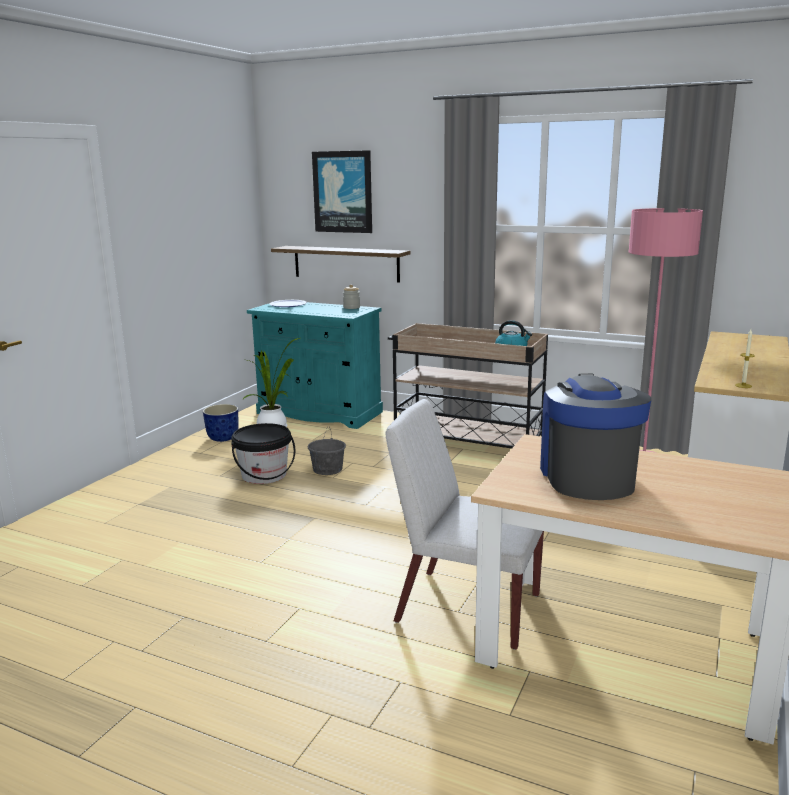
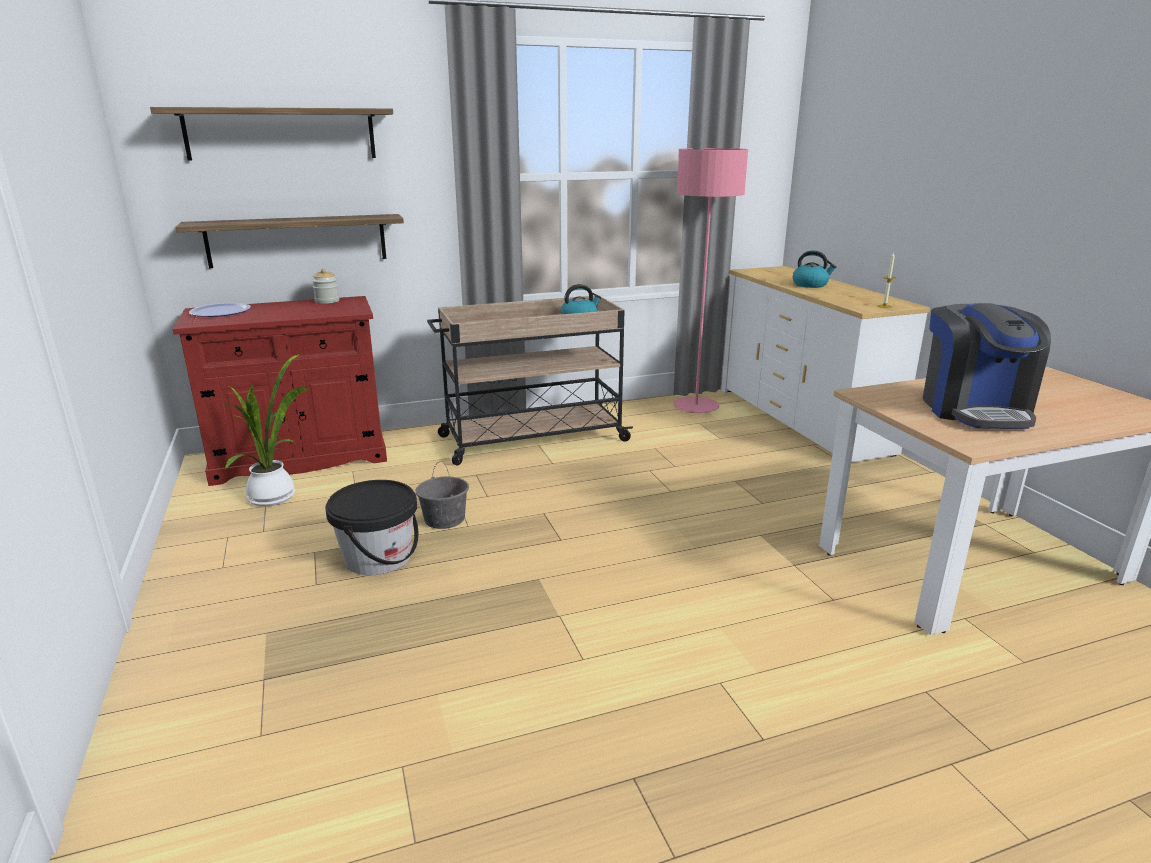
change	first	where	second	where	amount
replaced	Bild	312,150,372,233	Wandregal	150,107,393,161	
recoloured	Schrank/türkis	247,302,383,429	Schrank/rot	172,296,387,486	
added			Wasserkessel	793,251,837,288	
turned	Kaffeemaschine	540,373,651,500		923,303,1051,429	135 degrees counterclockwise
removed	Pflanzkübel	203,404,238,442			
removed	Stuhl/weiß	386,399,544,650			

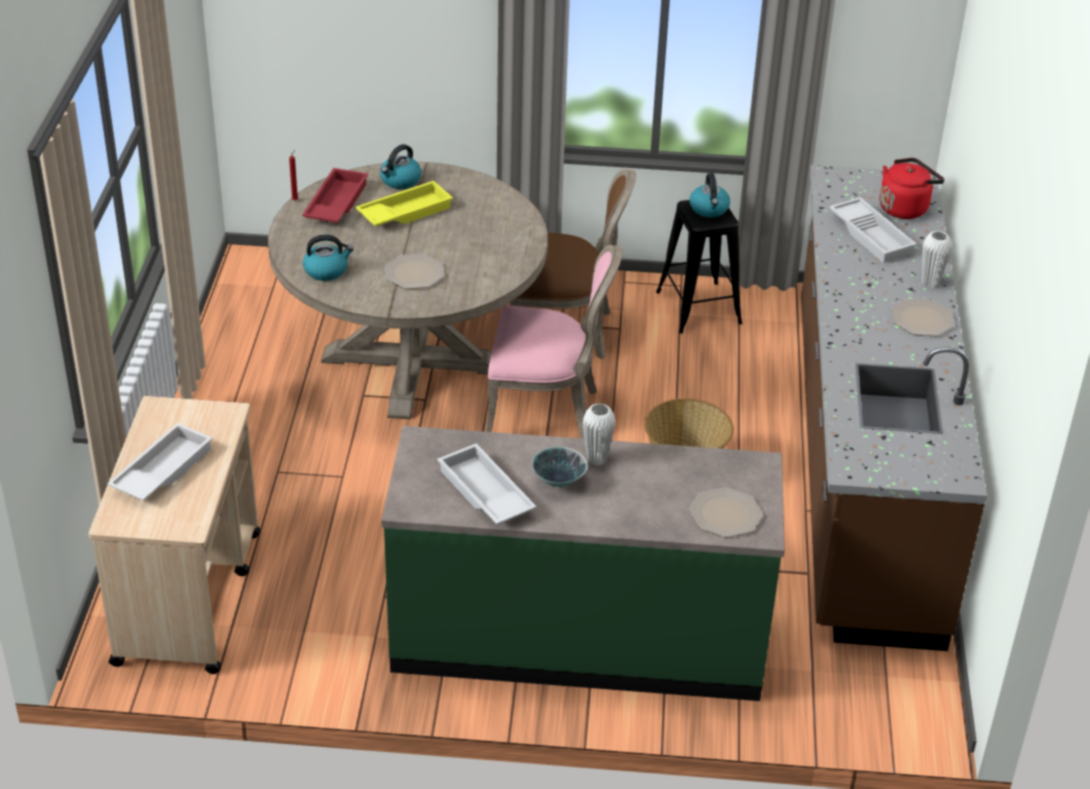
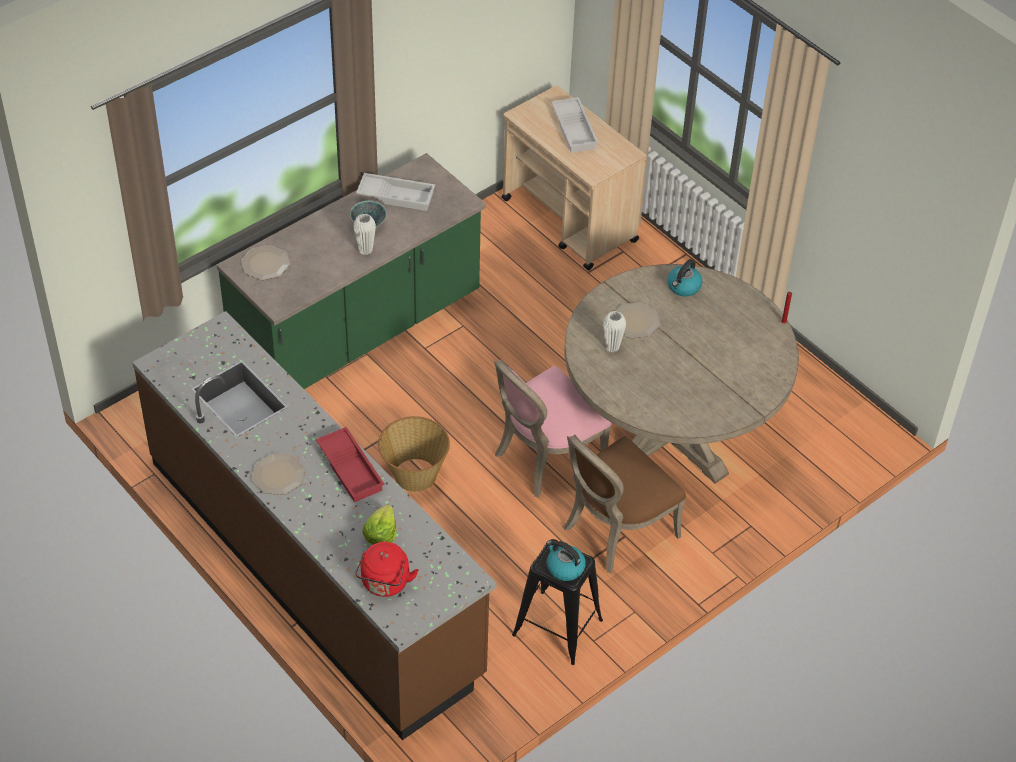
change	first	where	second	where	amount
moved	Tablett/rot	302,168,368,223		315,427,385,502	
replaced	Tablett/weiß	829,197,917,263	Salatkopf	362,505,396,545	
moved	Vase/weiß	922,231,952,288		603,311,626,352	
removed	Tablett/gelb	355,181,453,226			
removed	Wasserkessel	380,144,421,189			

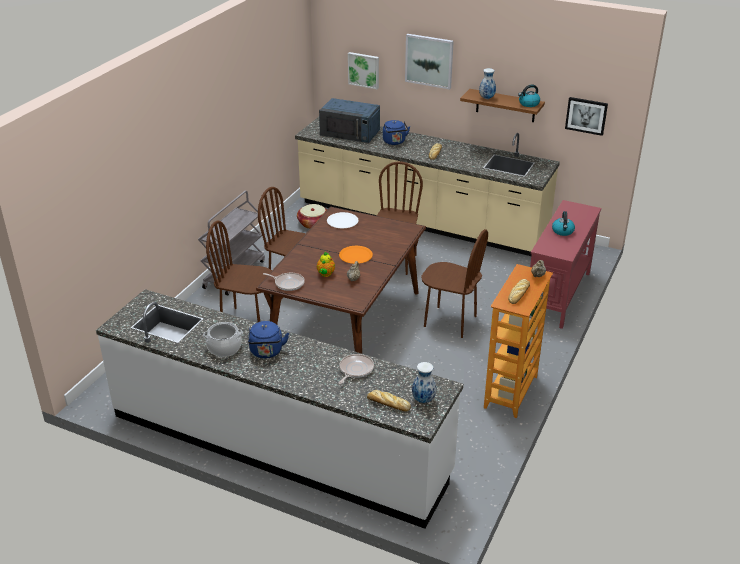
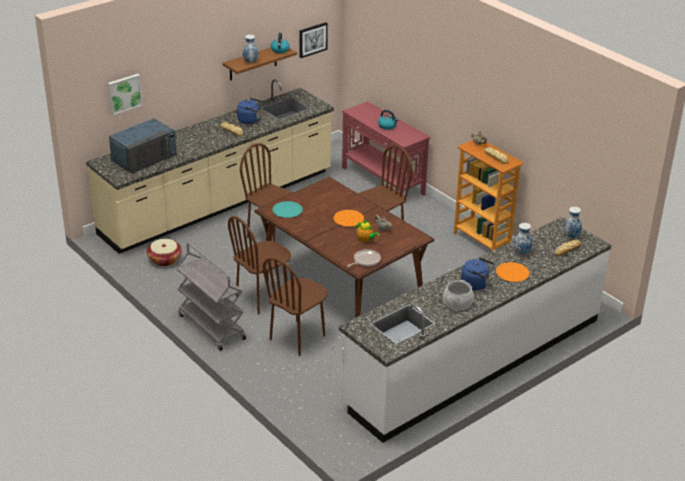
change	first	where	second	where	amount
moved	Wasserkessel/blau	383,120,410,145		237,98,262,124	
recoloured	Teller/weiß	327,212,359,228	Teller/türkis	272,201,303,218	
added			Teller/orange	496,262,529,282	
replaced	Pfanne	338,354,374,384	Vase	514,223,532,254	
removed	Bild	405,34,454,90			

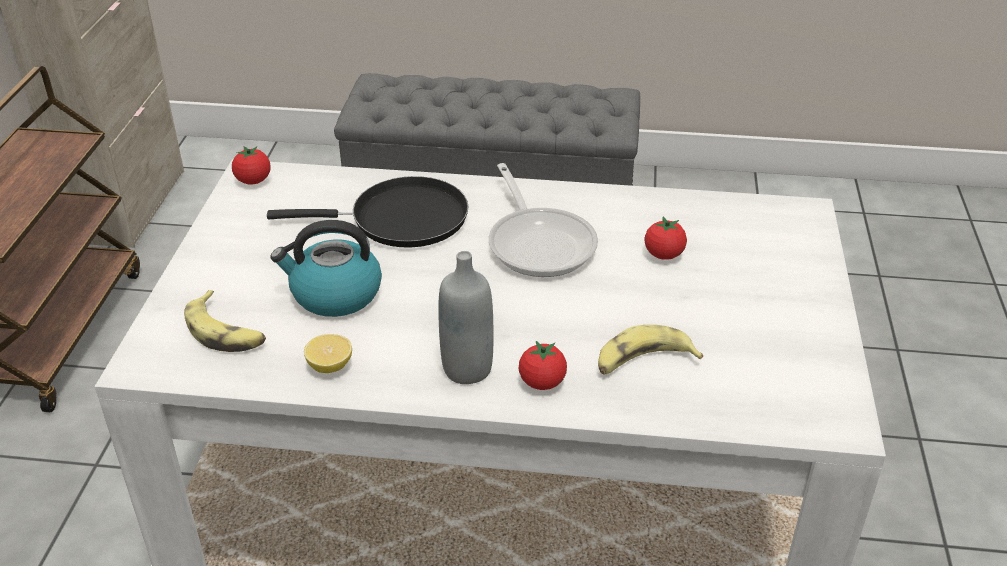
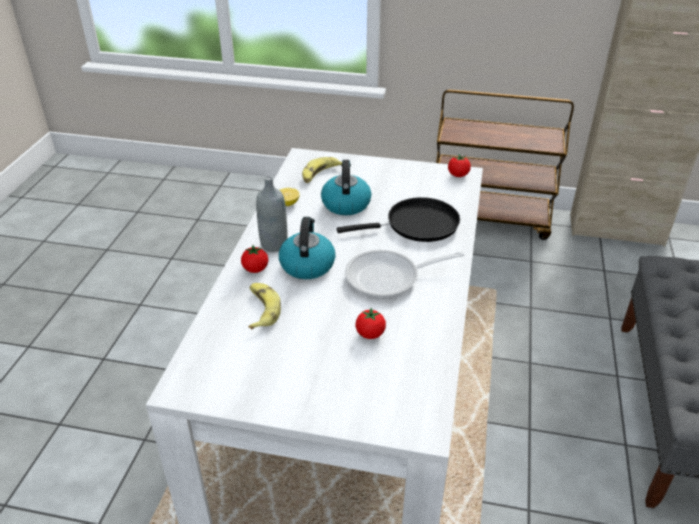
change	first	where	second	where	amount
added			Wasserkessel	279,217,336,279	
turned	Pfanne/schwarz	267,176,468,248		337,197,460,242	105 degrees counterclockwise

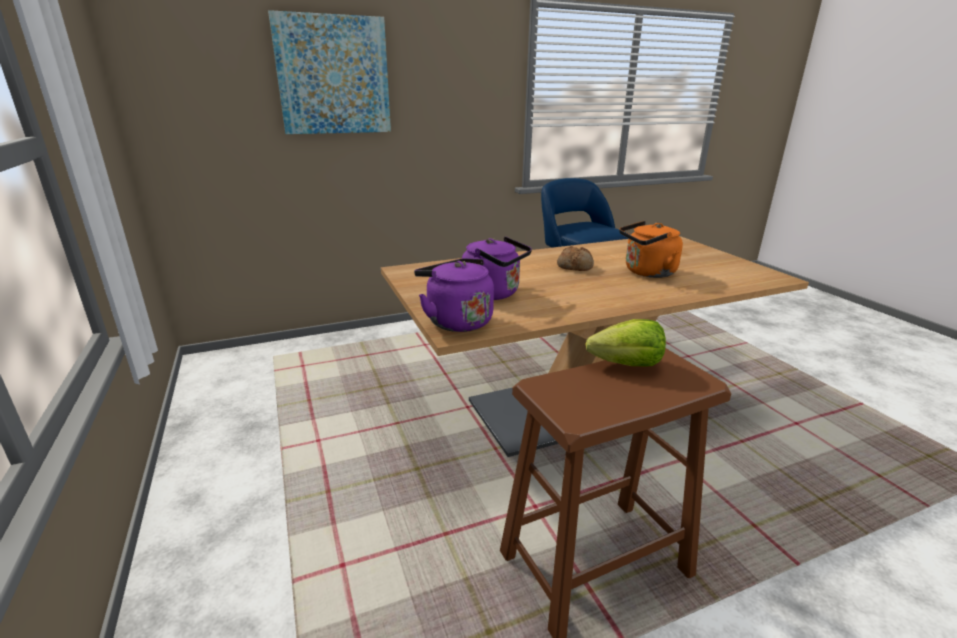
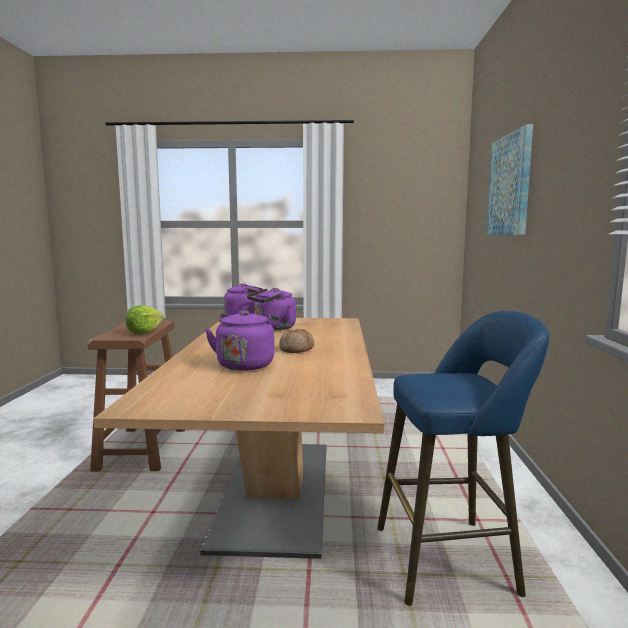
change	first	where	second	where	amount
recoloured	Wasserkessel/orange	619,221,683,278	Wasserkessel/lila	205,310,279,371	

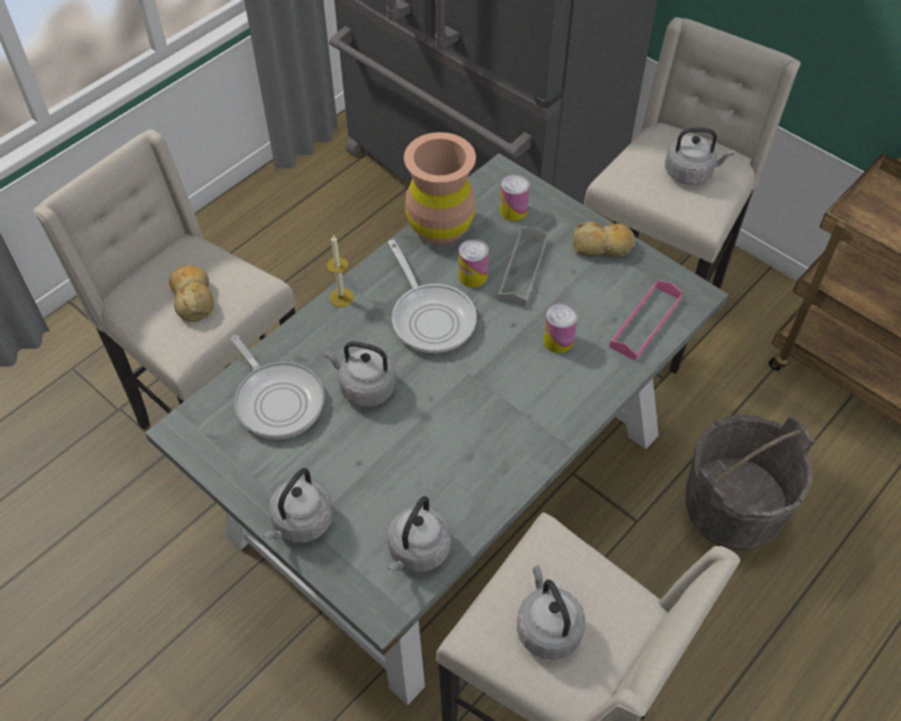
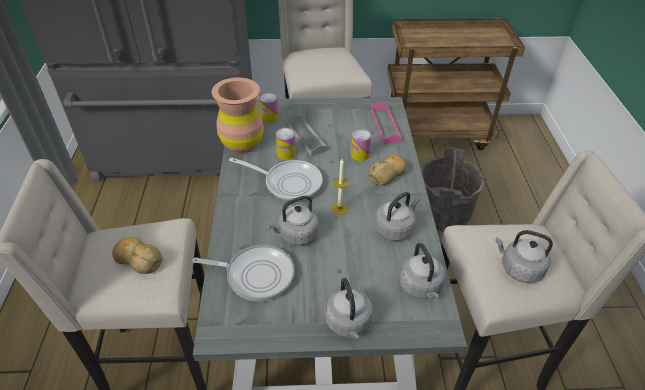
change	first	where	second	where	amount
moved	Kerze	326,234,354,307		331,159,349,215	
moved	Brot	573,222,635,257		368,154,406,185	
moved	Wasserkessel/grau	665,127,734,185		374,192,420,241	

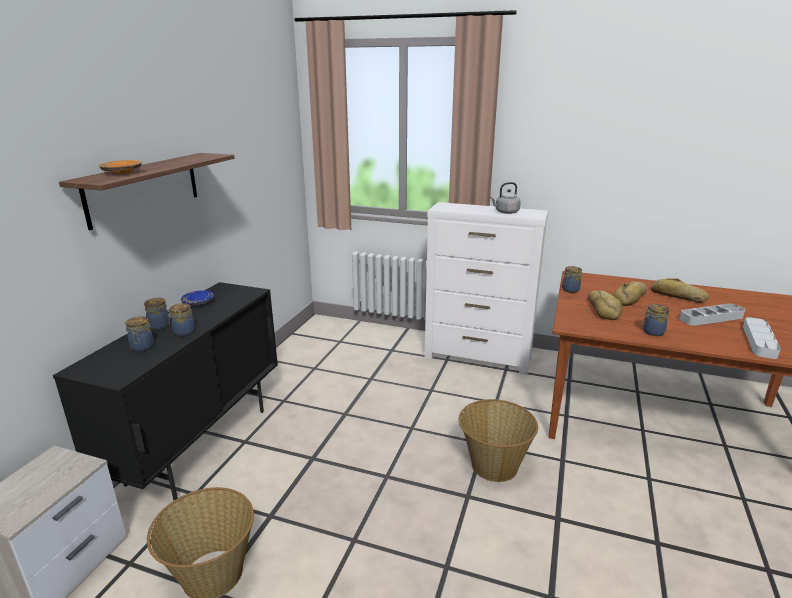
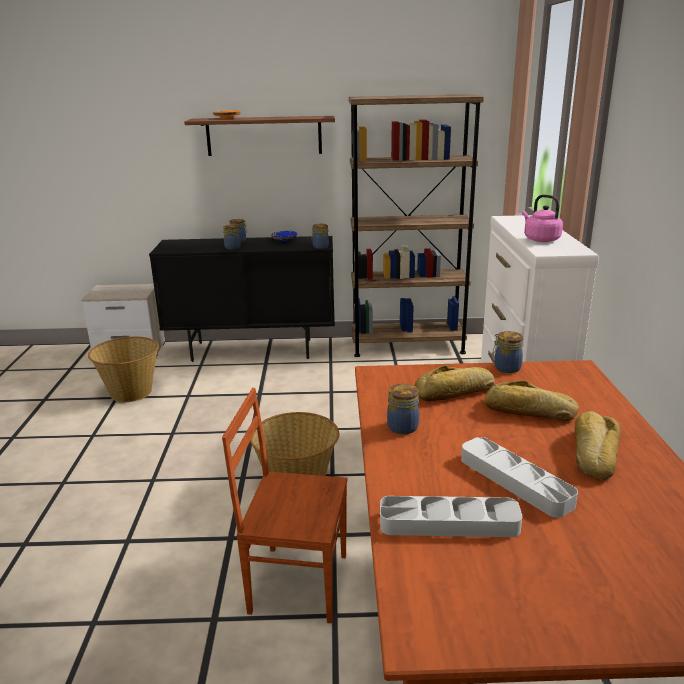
change	first	where	second	where	amount
added			Stuhl/braun	222,388,347,623	
moved	Vorratsglas	125,316,154,352		311,224,329,249	
added			Bücherregal/braun	349,94,484,357	
recoloured	Wasserkessel/grau	490,182,521,214	Wasserkessel/rosa	522,195,563,242	

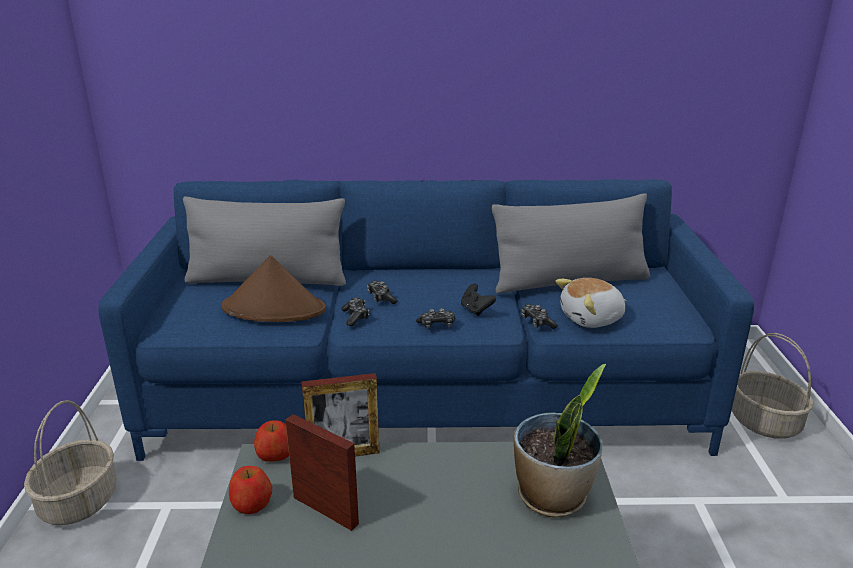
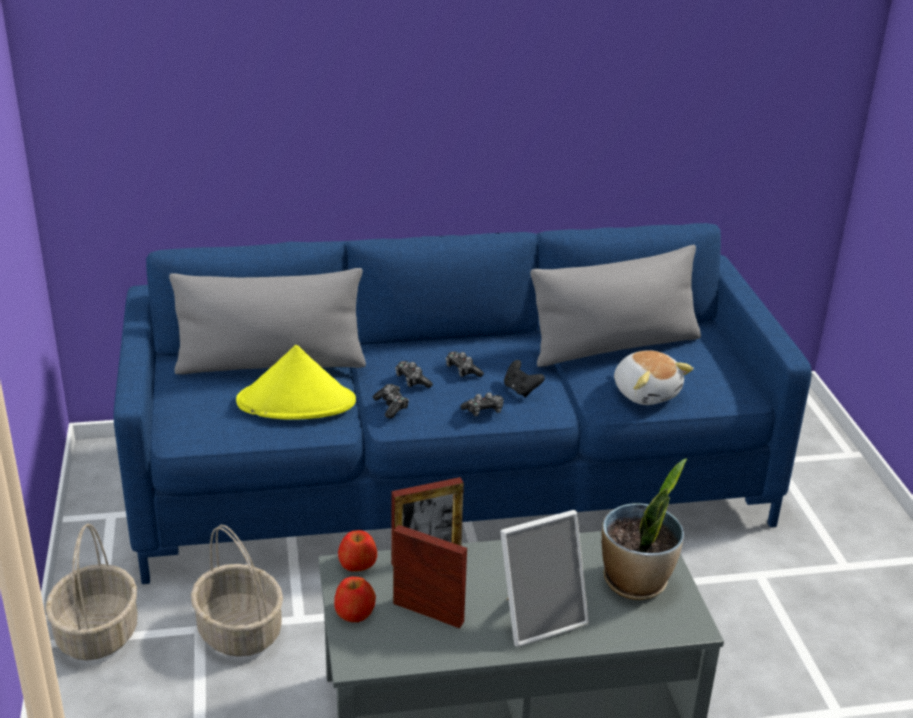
change	first	where	second	where	amount
moved	Korb	732,333,813,439		191,525,283,657	
recoloured	Hut/braun	221,255,326,322	Hut/gelb	236,345,356,420	
moved	Gamepad	521,304,558,329		446,352,484,377	
added			Bilderrahmen	500,510,589,647	
turned	Plüschtier	556,278,627,328		614,350,693,405	90 degrees counterclockwise

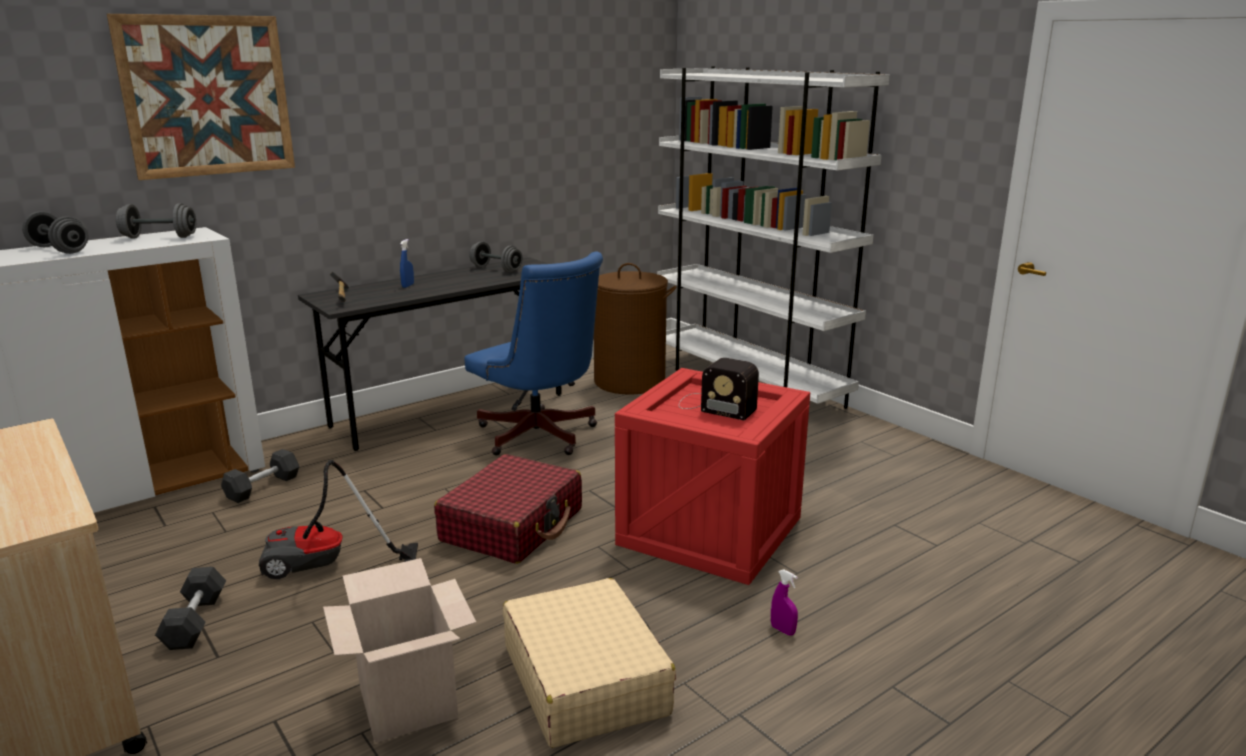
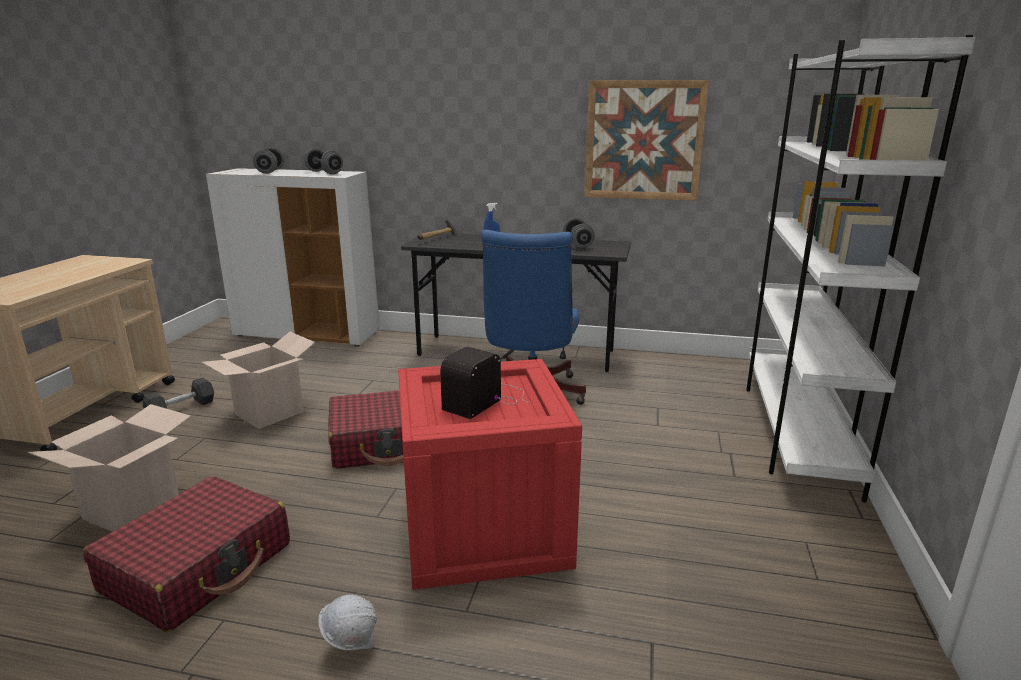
change	first	where	second	where	amount
recoloured	Koffer/beige	503,578,676,748	Koffer/rot	83,476,290,632	
replaced	Staubsauger	259,460,418,579	Karton	201,332,315,429	
replaced	Sprühflasche/lila	771,569,798,635	Schutzhelm/weiß	318,595,377,650	
turned	Radio	679,358,759,420		440,347,529,419	45 degrees clockwise
moved	Bild	107,14,295,180		584,80,709,201	
removed	Hantel/grau	221,449,299,503			
removed	Wäschekorb/braun	594,263,676,395			

